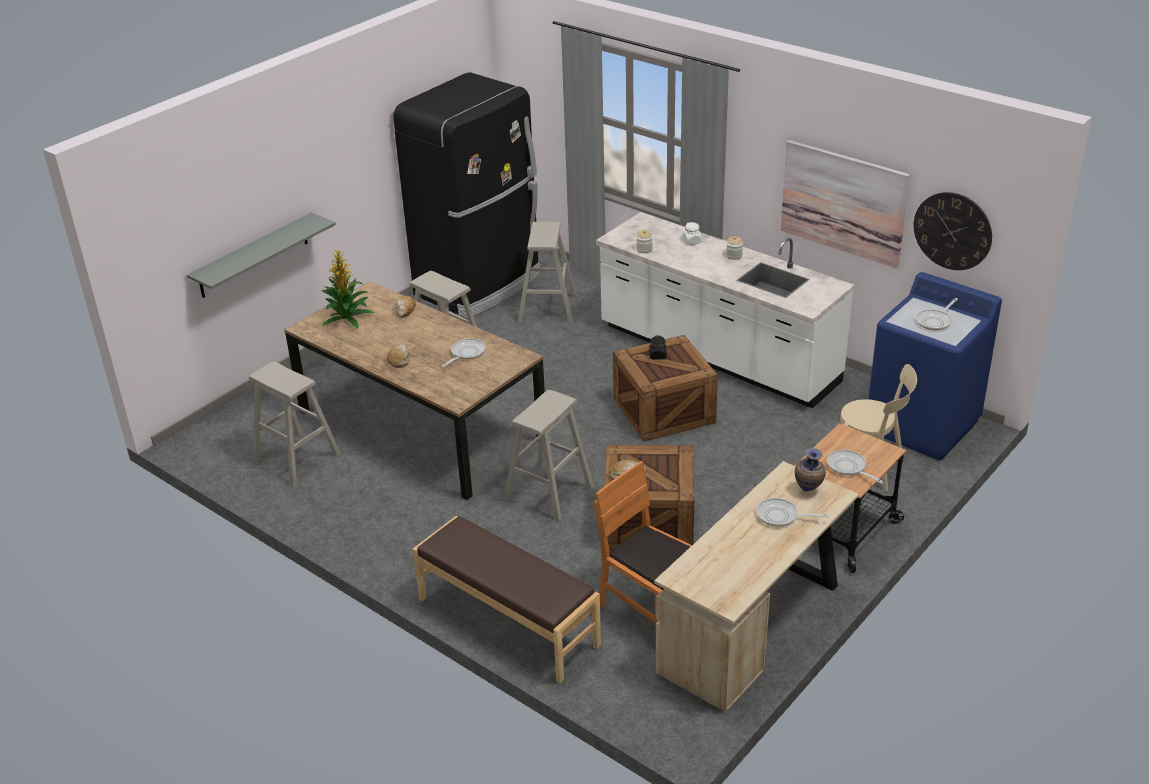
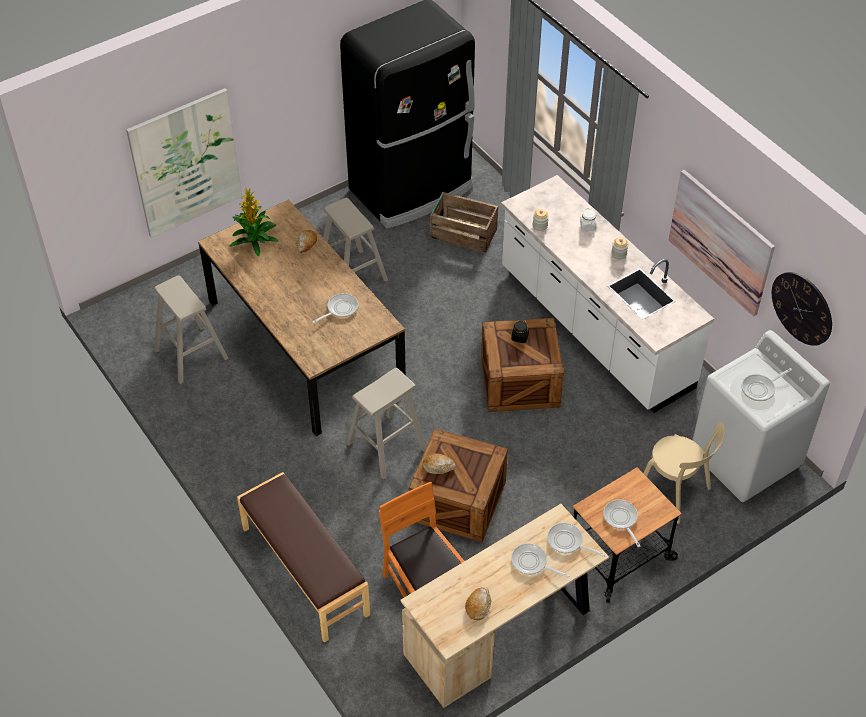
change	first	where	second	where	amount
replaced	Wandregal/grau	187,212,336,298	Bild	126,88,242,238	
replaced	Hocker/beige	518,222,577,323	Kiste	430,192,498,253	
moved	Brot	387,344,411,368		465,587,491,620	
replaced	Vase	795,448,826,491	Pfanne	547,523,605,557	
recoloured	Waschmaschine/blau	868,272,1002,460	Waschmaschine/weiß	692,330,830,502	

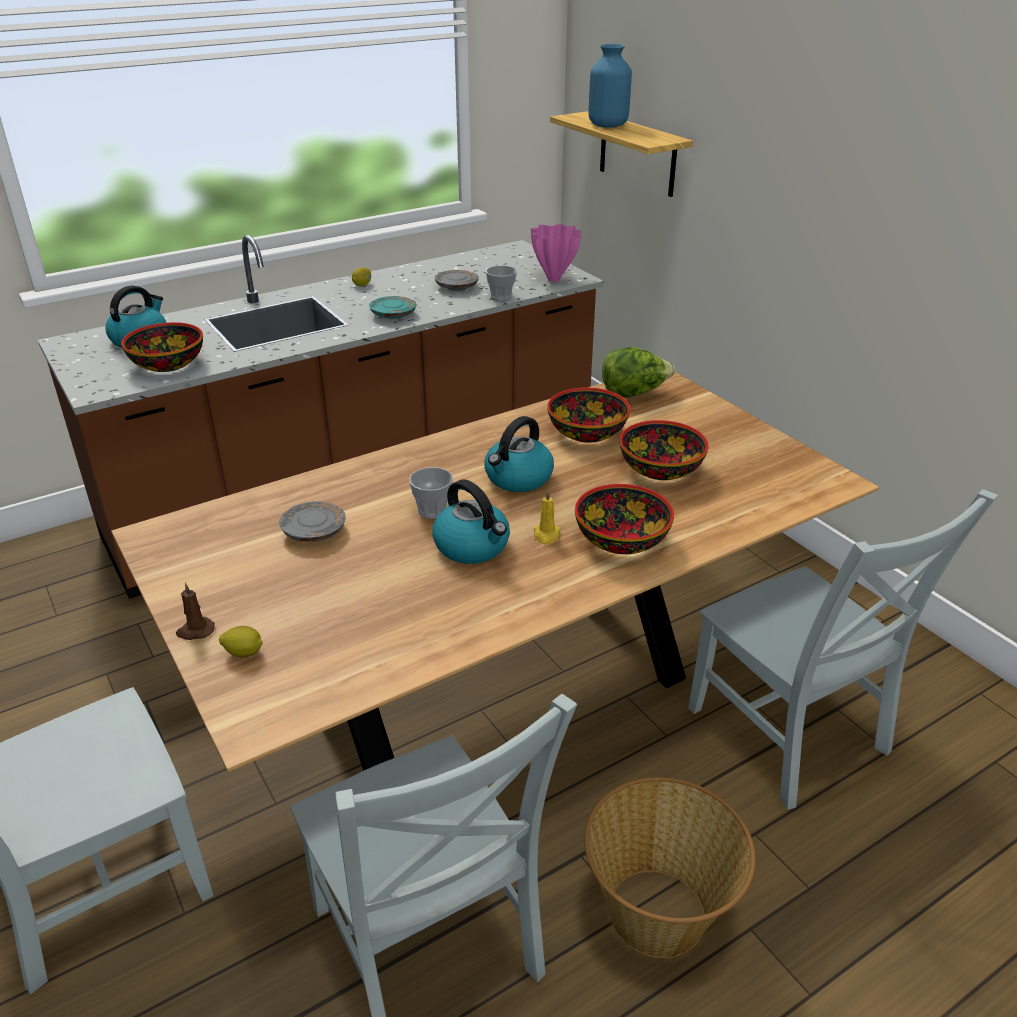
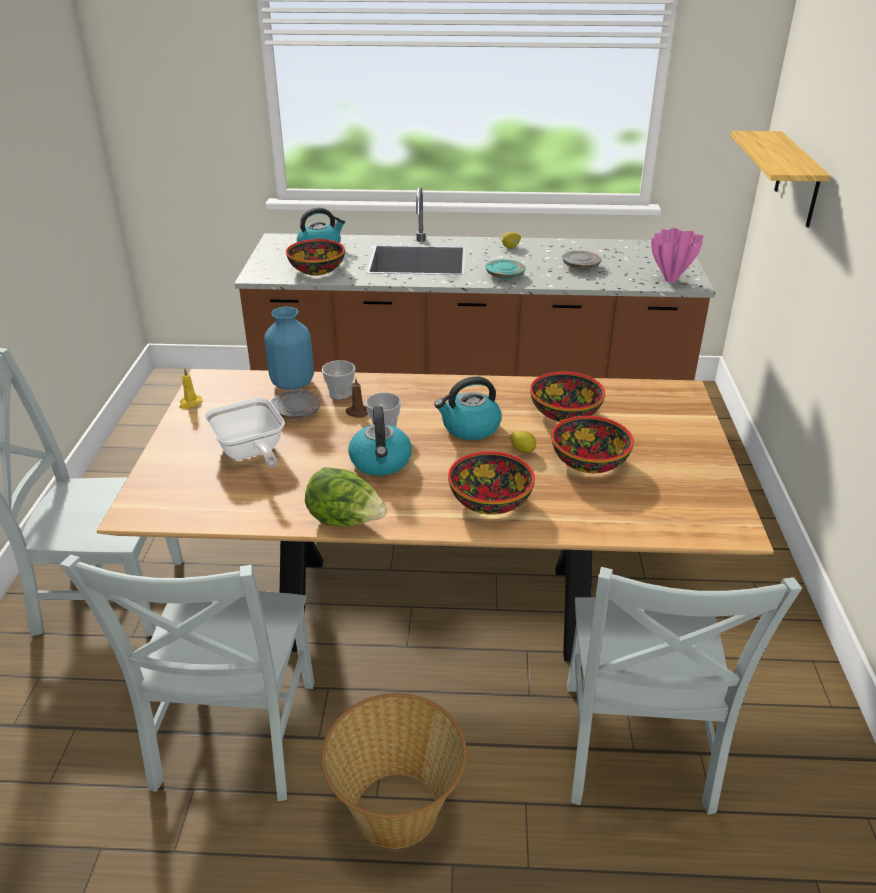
change	first	where	second	where	amount
moved	Kerze/gelb	534,490,561,545		179,367,203,409	
added			Pfanne	204,398,285,467	
moved	Vase/blau	589,44,632,128		264,307,314,390	
moved	Salatkopf	602,347,675,398		305,467,387,527	
moved	Tasse	486,265,517,301		322,360,355,400	
moved	Kerze/braun	176,583,215,640		345,377,368,418	
moved	Zitrone	219,626,263,657		510,431,536,453	

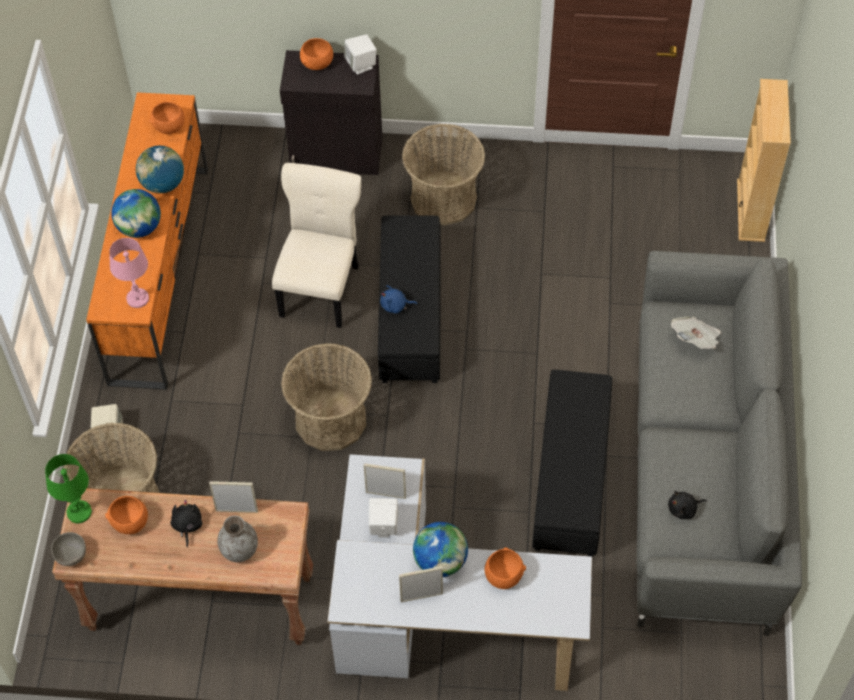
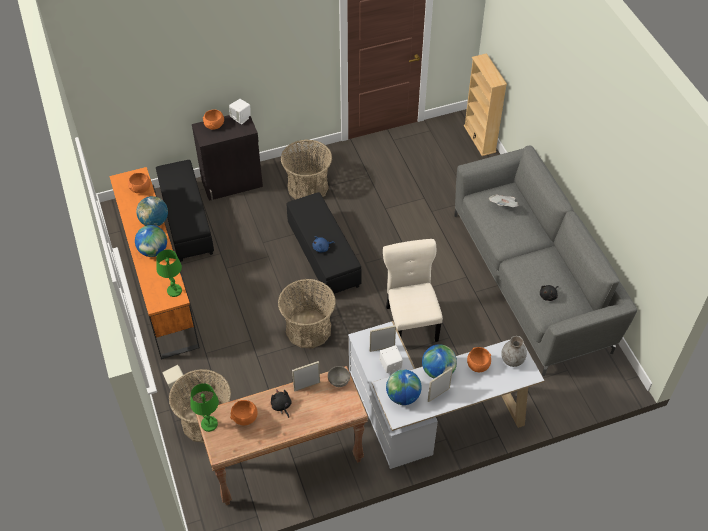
change	first	where	second	where	amount
moved	Polsterhocker/schwarz	532,370,612,557		156,160,214,262	
recoloured	Tischlampe/rosa	109,238,149,308	Tischlampe/grün	156,250,182,297	
moved	Schüssel/grau	51,532,86,566		328,366,350,387	
moved	Stuhl/beige	272,163,361,328		383,239,443,342	
added			Globus	386,369,422,405	
moved	Vase/grau	217,516,258,562		501,336,527,367	

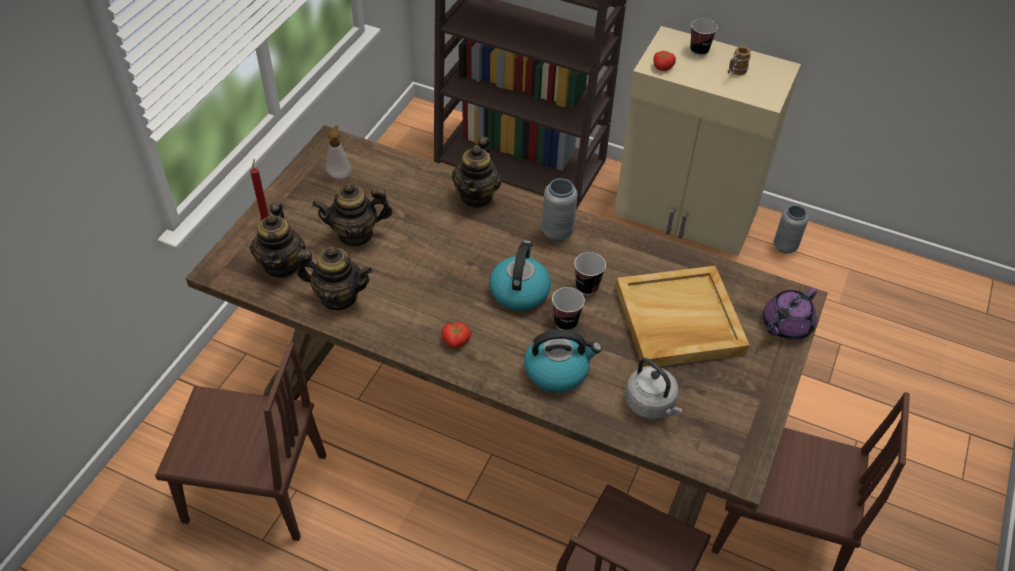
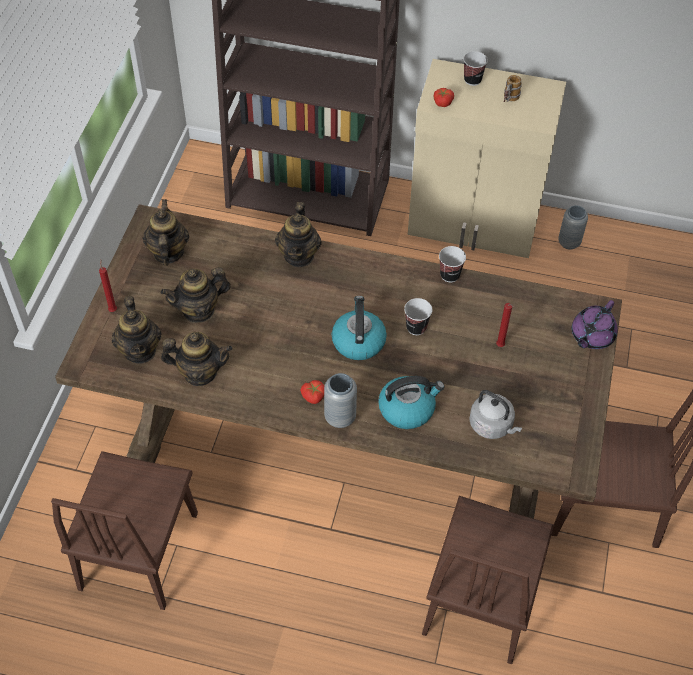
change	first	where	second	where	amount
turned	Stuhl/braun	155,341,326,541		51,451,198,610	105 degrees clockwise
replaced	Seifenspender	326,125,351,179	Teekanne	142,199,189,266	
moved	Vase/grau	542,178,578,241		324,373,357,428	
moved	Tasse	552,287,585,330		439,246,466,282	
replaced	Tablett/beige	616,266,750,367	Kerze/rot	496,303,514,347	

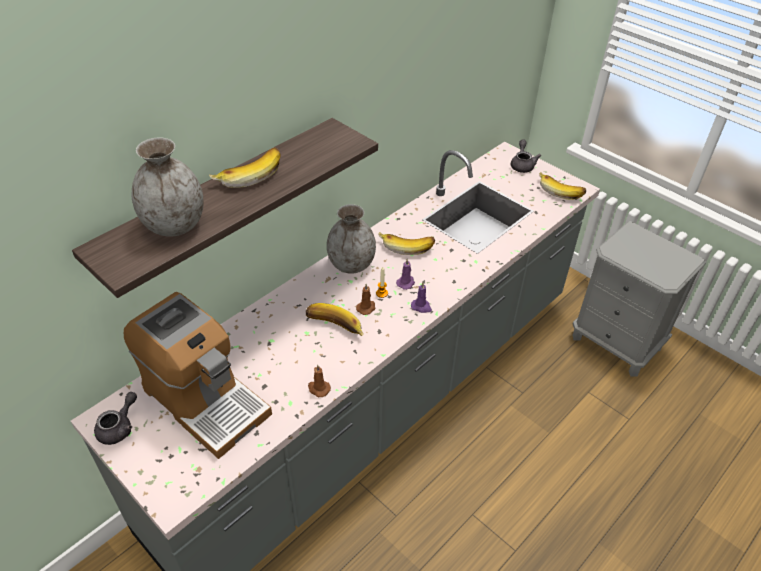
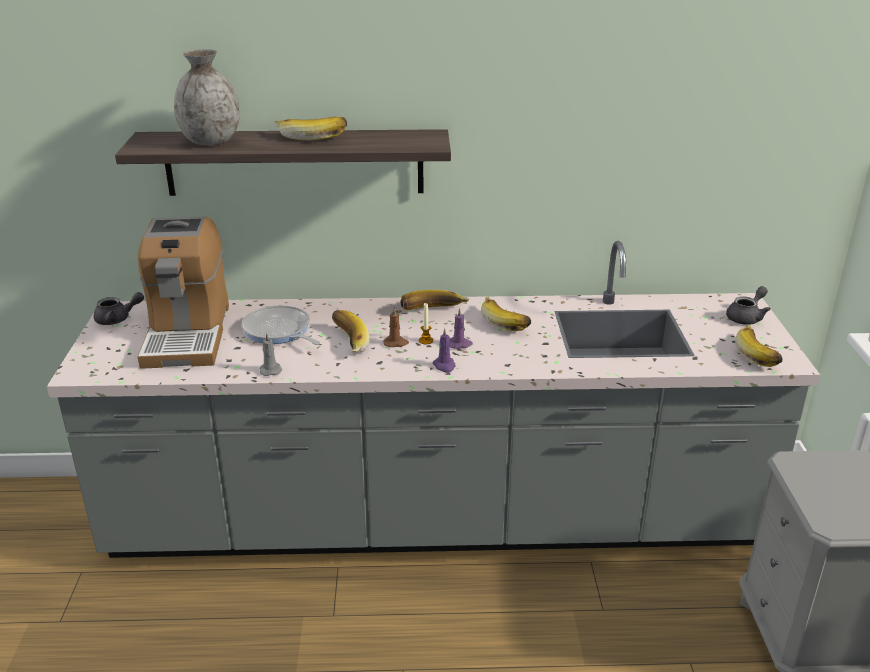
change	first	where	second	where	amount
added			Pfanne	241,305,320,345	
recoloured	Kerze/braun	308,364,331,397	Kerze/grau	260,333,282,376	
replaced	Vase/grau	327,204,376,274	Banane	400,290,469,310	

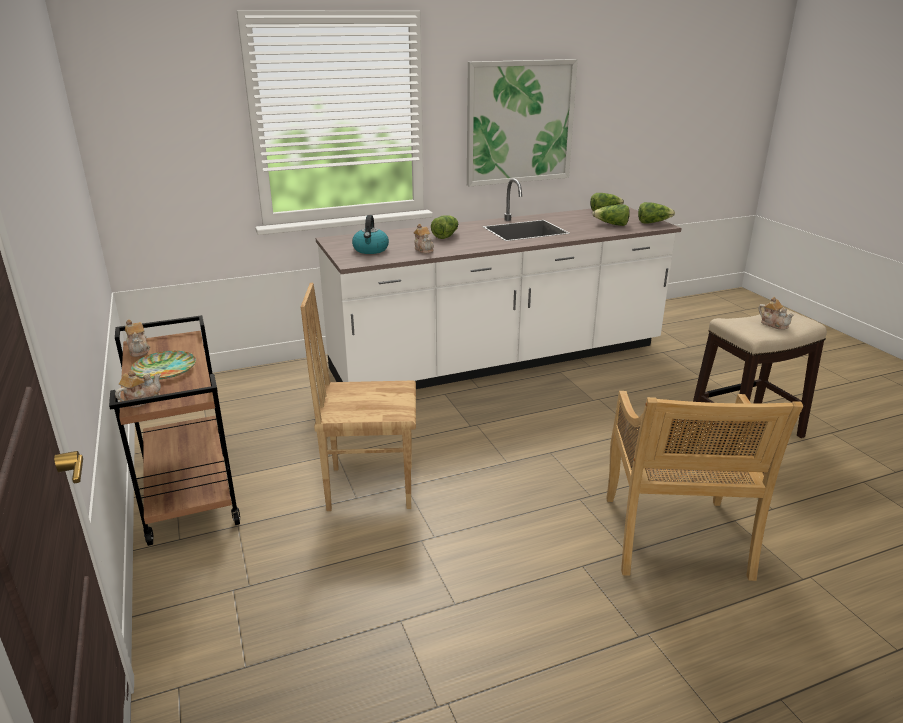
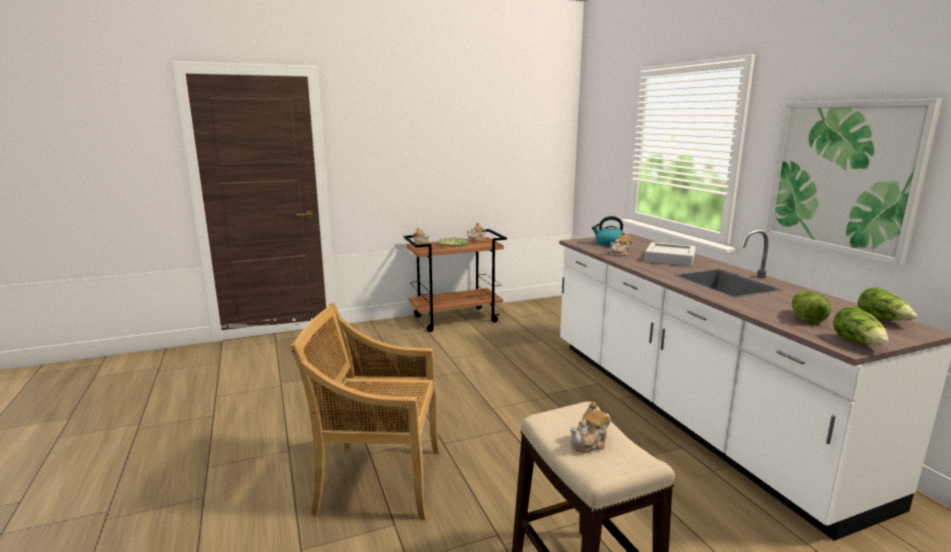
change	first	where	second	where	amount
replaced	Salatkopf	431,215,458,239	Tablett/grau	644,242,696,266	
removed	Stuhl/braun	301,283,416,511			

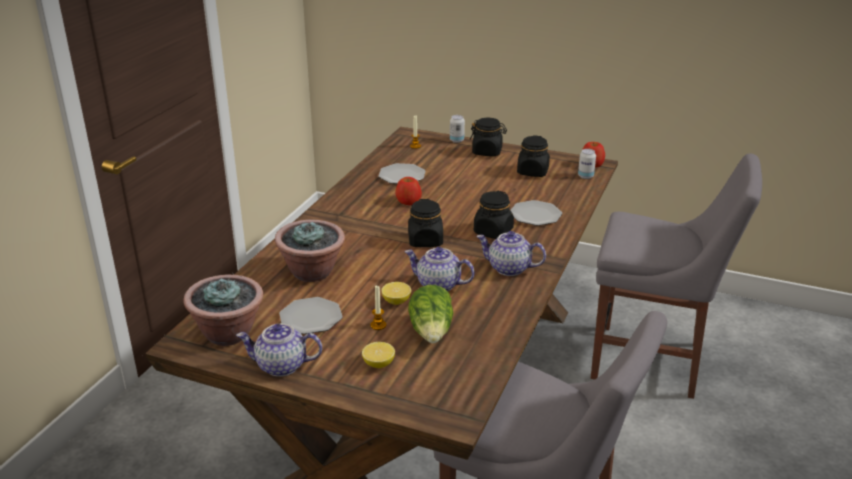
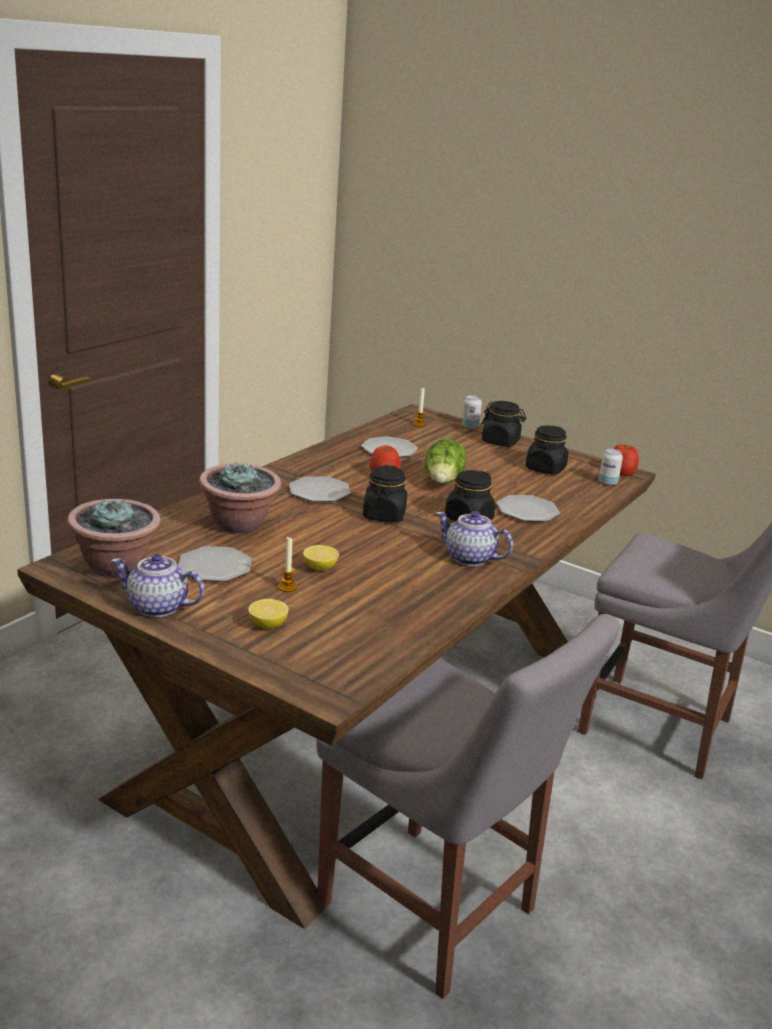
change	first	where	second	where	amount
added			Teller	289,476,351,502	
moved	Salatkopf	408,285,453,344		425,439,467,483	
removed	Teekanne	404,247,475,291			

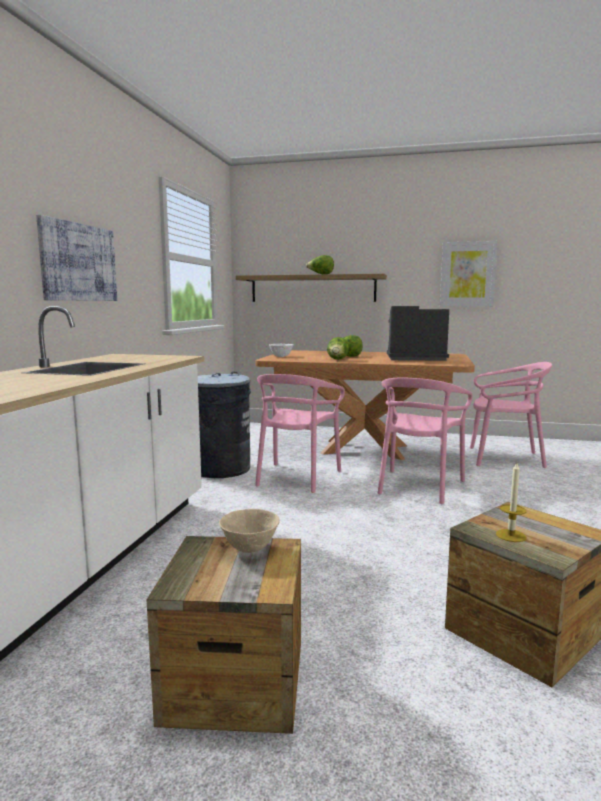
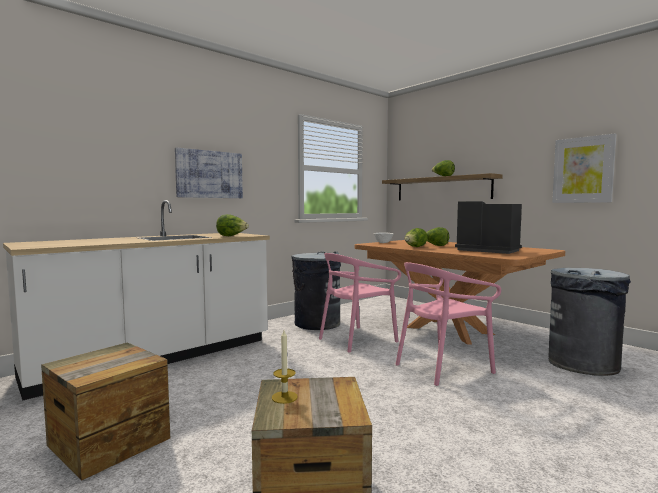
change	first	where	second	where	amount
added			Salatkopf	216,214,249,236	
replaced	Stuhl/rosa	470,362,552,468	Mülleimer/grau	548,268,631,376	
removed	Schüssel/beige	219,509,280,553			

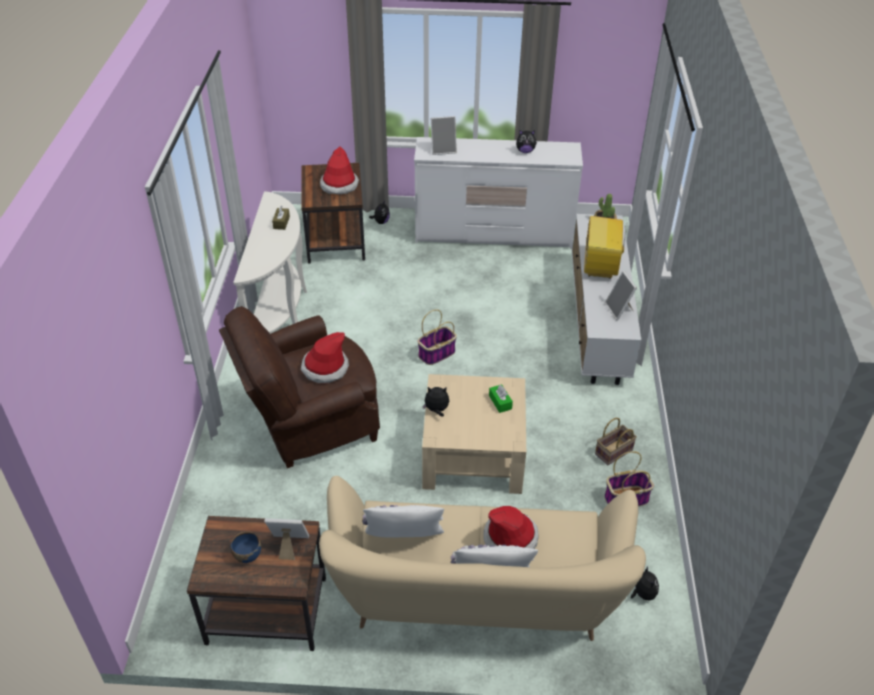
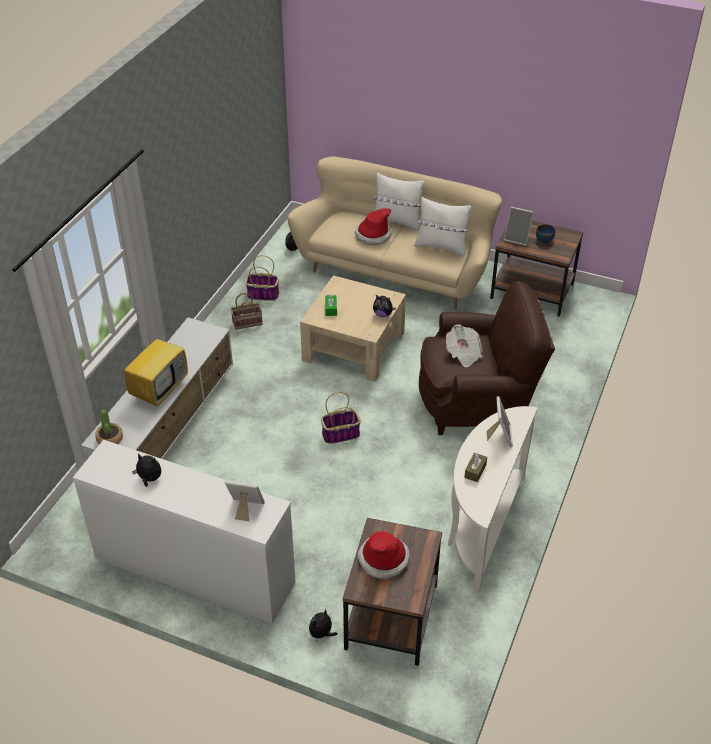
change	first	where	second	where	amount
replaced	Hut	301,332,349,383	Zeitung	446,324,483,367	
moved	Bilderrahmen	605,271,637,320		486,396,513,447	

